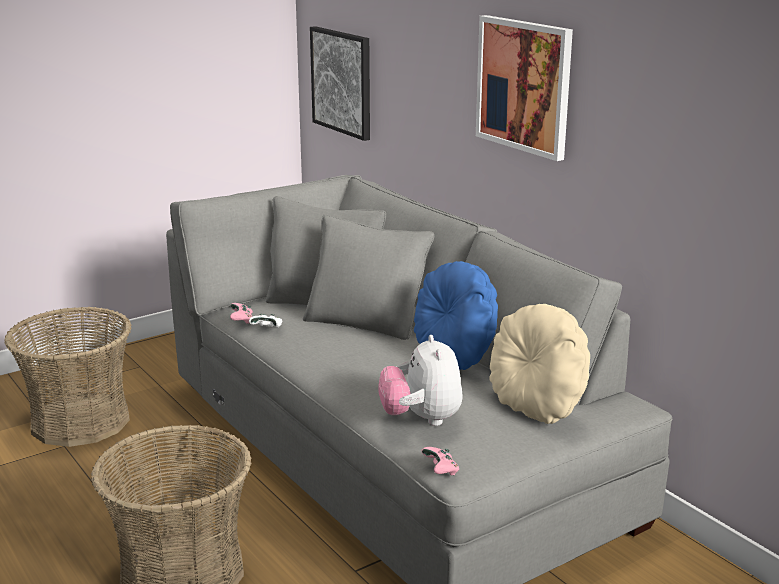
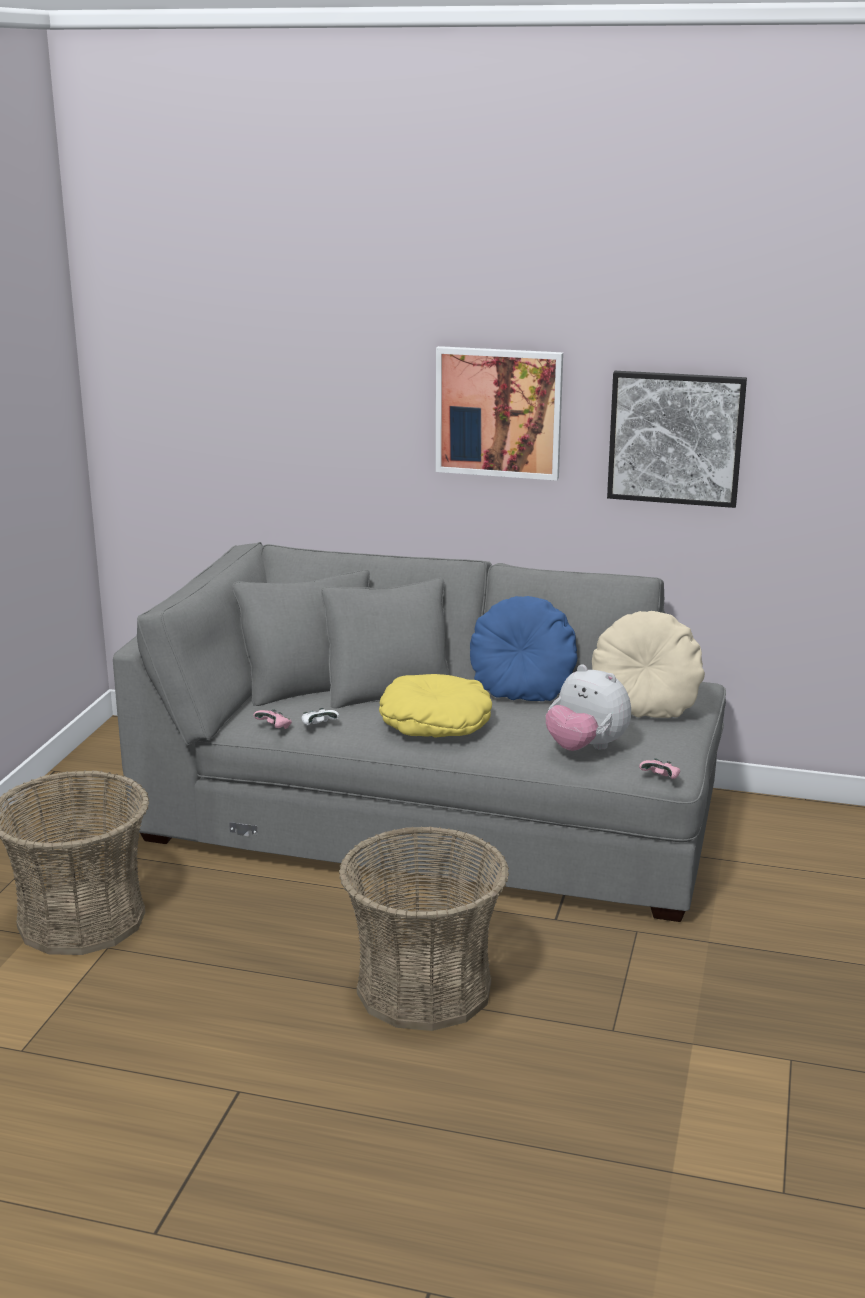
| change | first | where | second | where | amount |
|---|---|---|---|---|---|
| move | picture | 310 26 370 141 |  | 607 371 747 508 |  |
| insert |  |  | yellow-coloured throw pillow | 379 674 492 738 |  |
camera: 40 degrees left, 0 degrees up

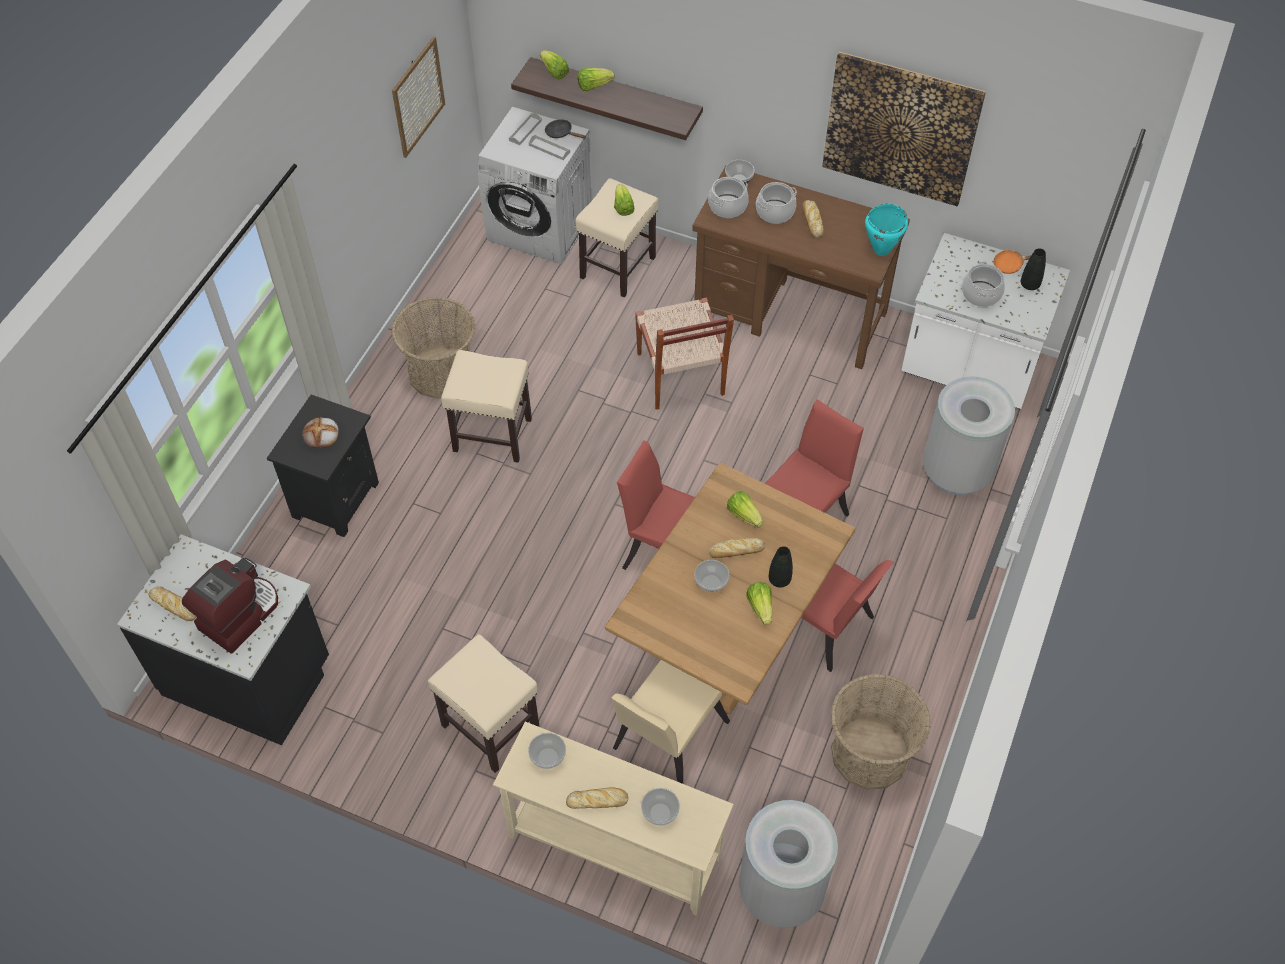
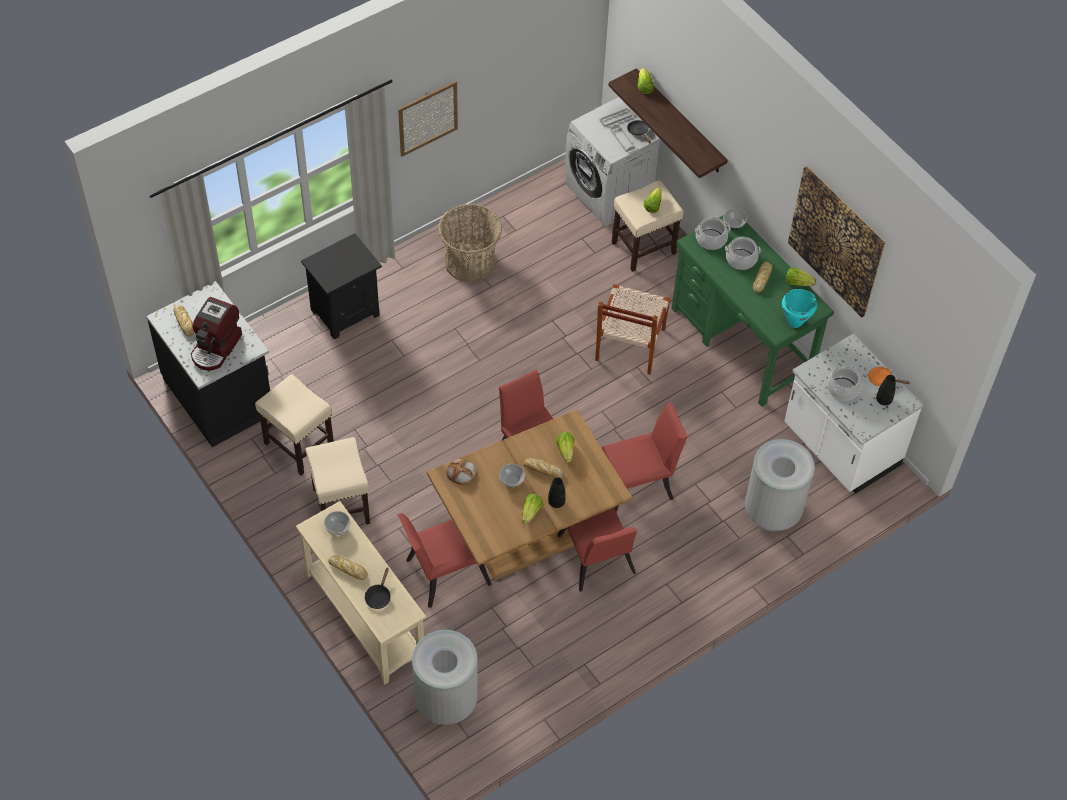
| change | first | where | second | where | amount |
|---|---|---|---|---|---|
| rotate | coffee machine | 182 558 278 654 |  | 191 297 242 371 | 135 degrees clockwise |
| move | baked bread | 302 417 339 448 |  | 446 459 476 485 |  |
| move | picture | 392 36 445 158 |  | 398 81 458 157 |  |
| move | beige stool seat | 441 350 532 463 |  | 255 374 334 476 |  |
| move | lettuce head | 578 68 615 91 |  | 786 267 816 286 |  |
| recolor | beige upright chair | 612 660 730 784 | red upright chair | 397 513 492 608 |  |
| replace | bowl | 641 788 680 826 | black skillet | 365 567 391 609 |  |
| recolor | brown-coloured desk table | 692 166 910 369 | greenish desk table | 672 216 834 407 |  |
| delete | storage basket | 831 674 931 790 |  |  |  |
camera: 30 degrees right, 0 degrees up

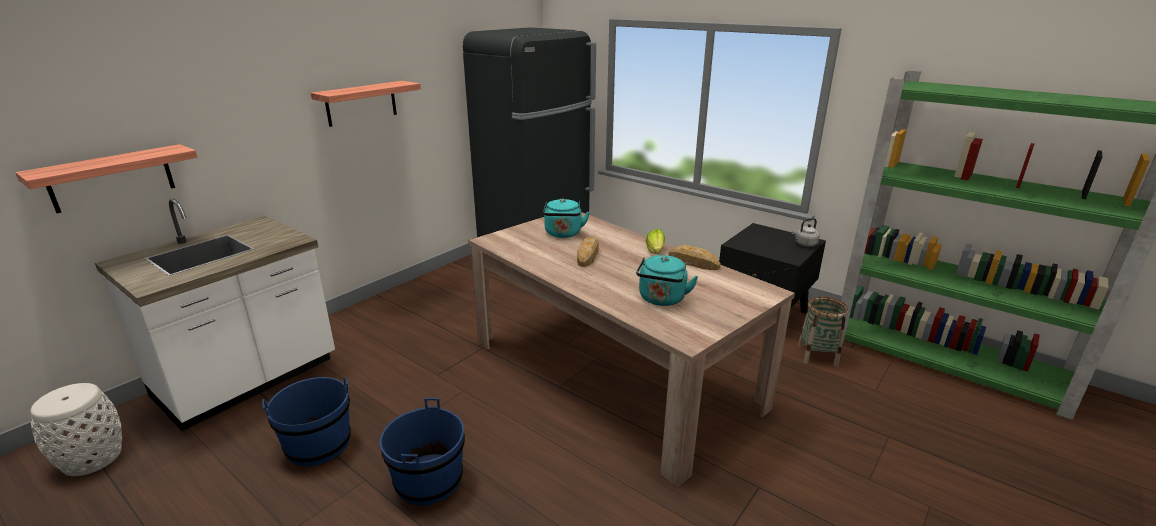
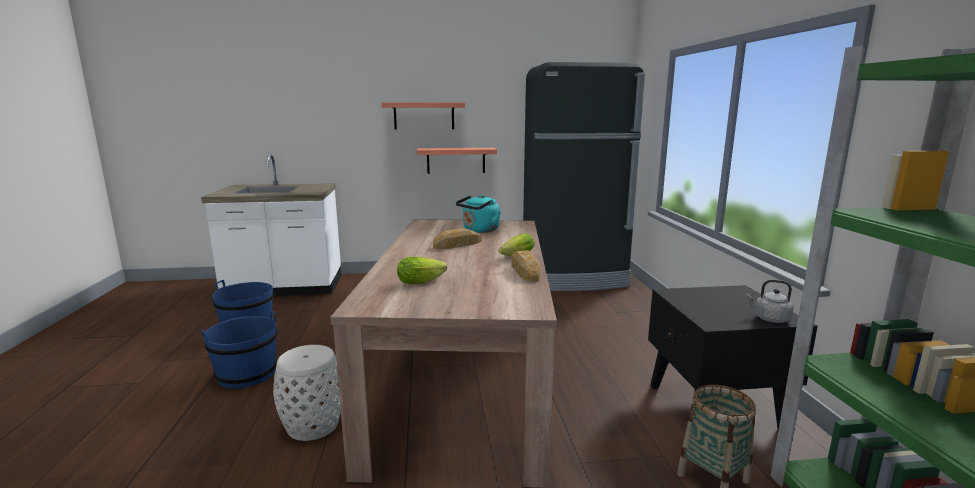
| change | first | where | second | where | amount |
|---|---|---|---|---|---|
| move | wall shelf | 15 144 198 213 |  | 417 148 497 174 |  |
| move | white-coloured stool seat | 30 383 122 476 |  | 273 345 341 441 |  |
| replace | turquoise tea kettle | 636 255 698 306 | lettuce head | 397 257 447 284 |  |
camera: 45 degrees right, 10 degrees down

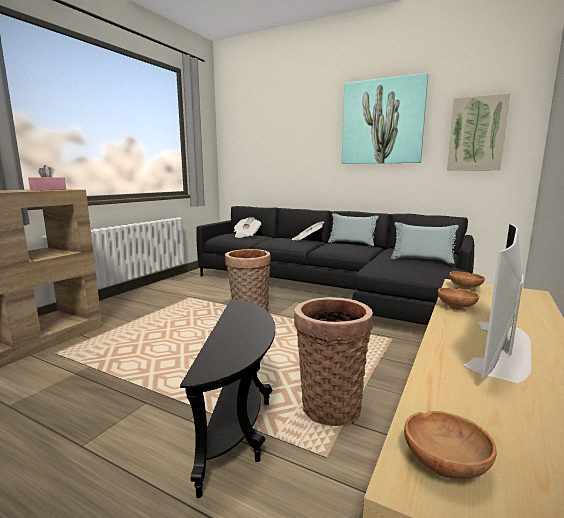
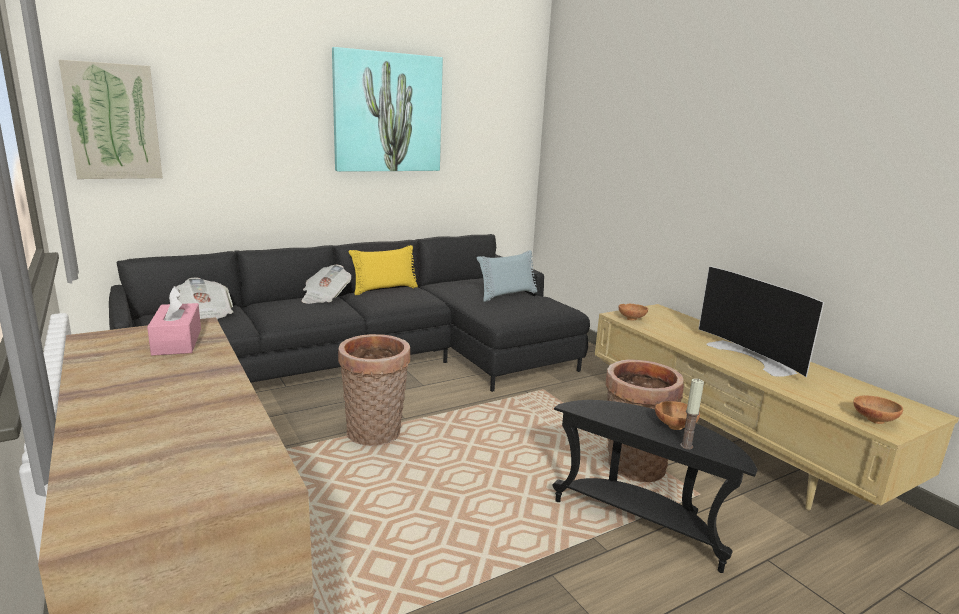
| change | first | where | second | where | amount |
|---|---|---|---|---|---|
| recolor | blue-coloured throw pillow | 328 213 379 246 | yellow-coloured throw pillow | 348 245 418 295 |  |
| move | brown-coloured bowl | 438 288 479 310 |  | 655 401 700 430 |  |
| move | picture | 447 93 510 171 |  | 59 60 163 179 |  |
| insert |  |  | wax candle | 680 379 704 449 |  |
camera: 60 degrees left, 5 degrees up

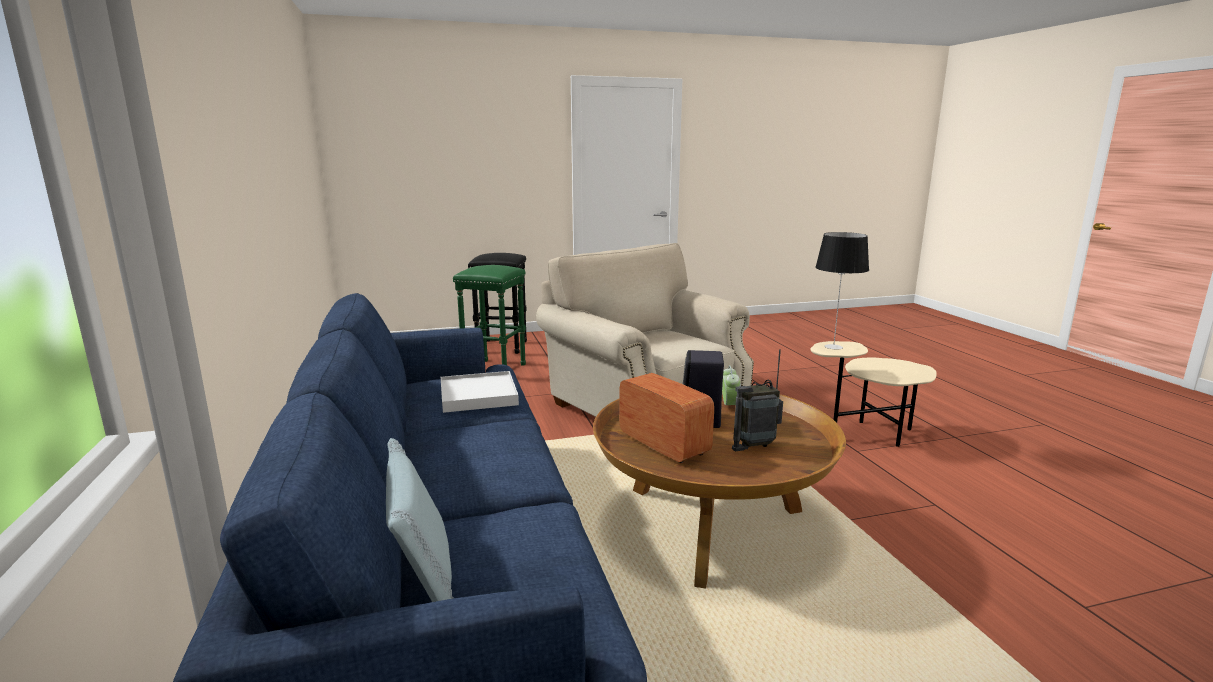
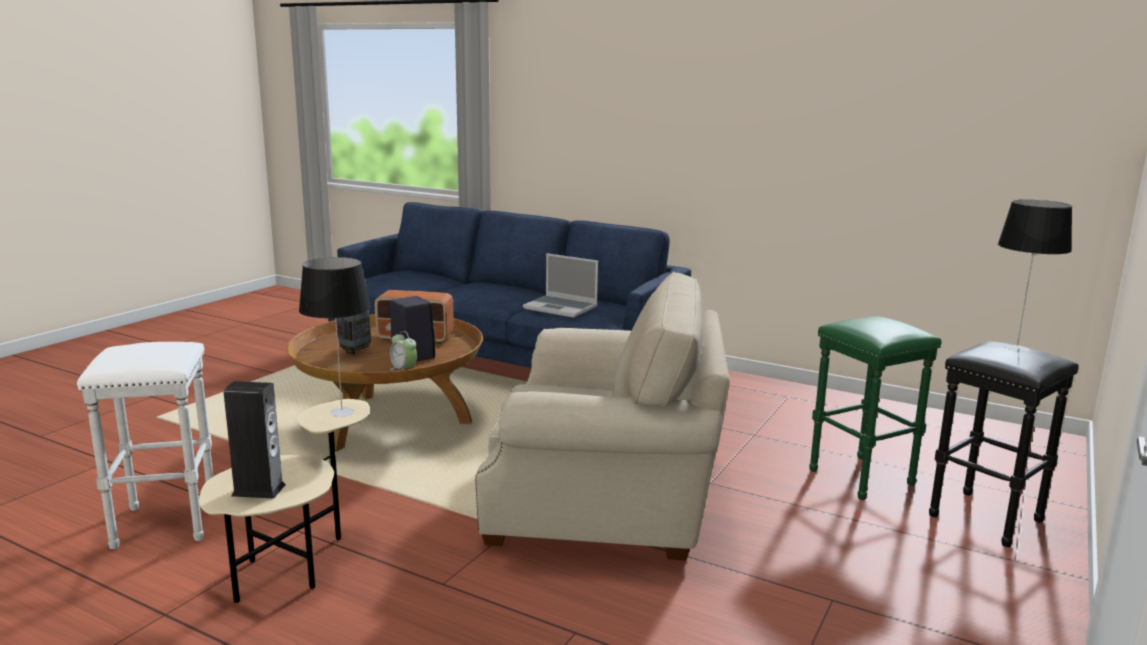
| change | first | where | second | where | amount |
|---|---|---|---|---|---|
| delete | blue-coloured throw pillow | 386 438 454 602 |  |  |  |
| replace | white-coloured serving tray | 441 371 519 413 | notebook computer | 523 253 598 318 |  |
| insert |  |  | white-coloured stool seat | 77 342 213 549 |  |
| insert |  |  | speaker | 224 381 286 499 |  |
| insert |  |  | tabletop lamp | 998 199 1072 352 |  |
camera: 135 degrees right, 0 degrees up

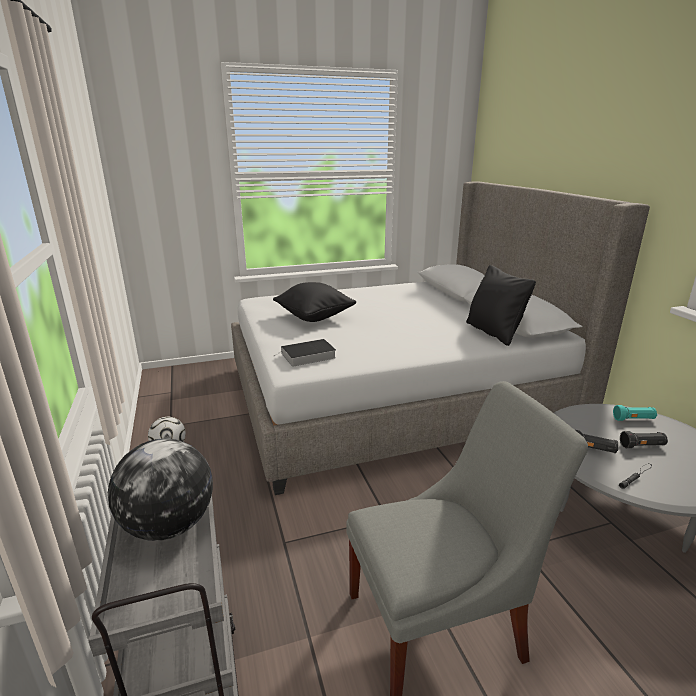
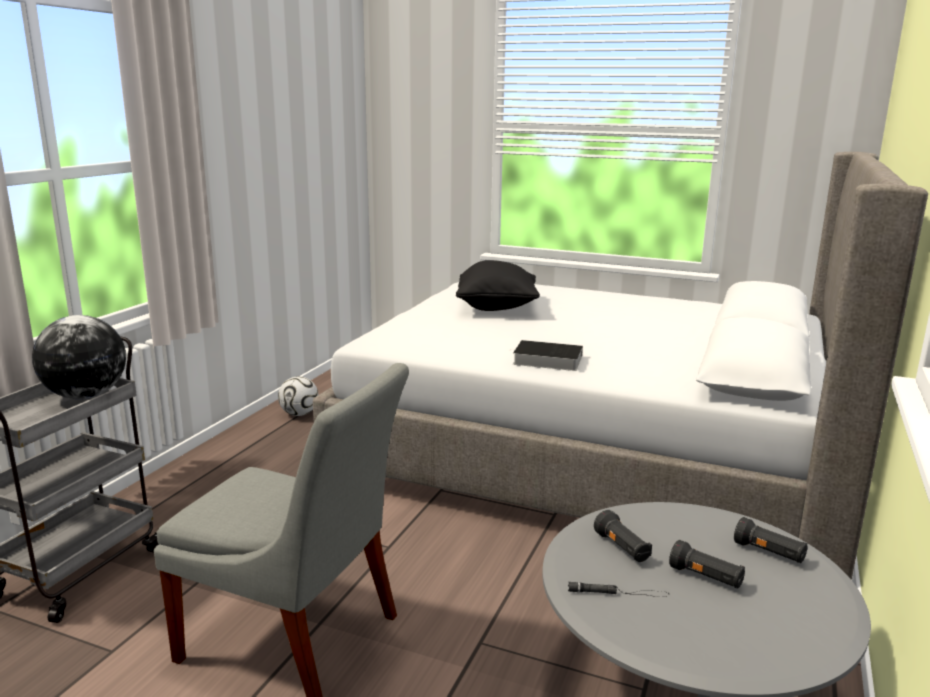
| change | first | where | second | where | amount |
|---|---|---|---|---|---|
| move | book | 274 339 336 367 |  | 513 340 583 371 |  |
| delete | black throw pillow | 466 265 536 346 |  |  |  |
| recolor | turquoise torch | 613 405 657 421 | black torch | 734 517 807 563 |  |
camera: 40 degrees right, 5 degrees down

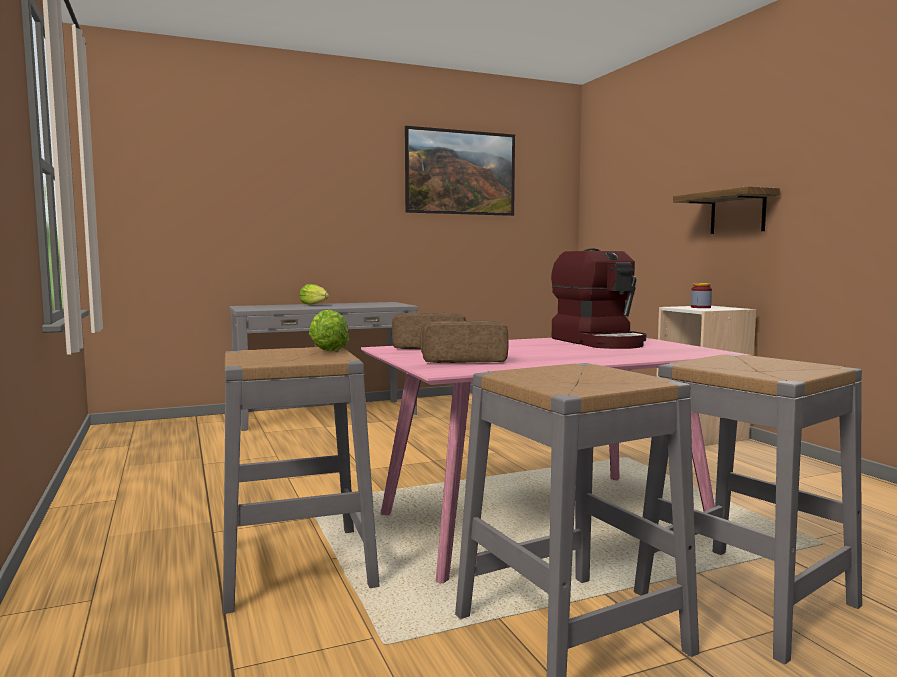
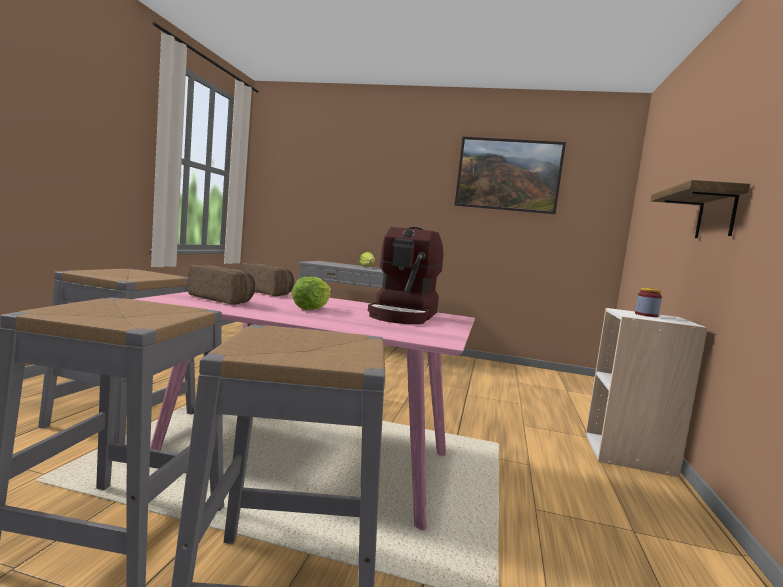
| change | first | where | second | where | amount |
|---|---|---|---|---|---|
| move | lettuce head | 309 310 349 351 |  | 291 277 331 310 |  |
camera: 35 degrees right, 0 degrees up

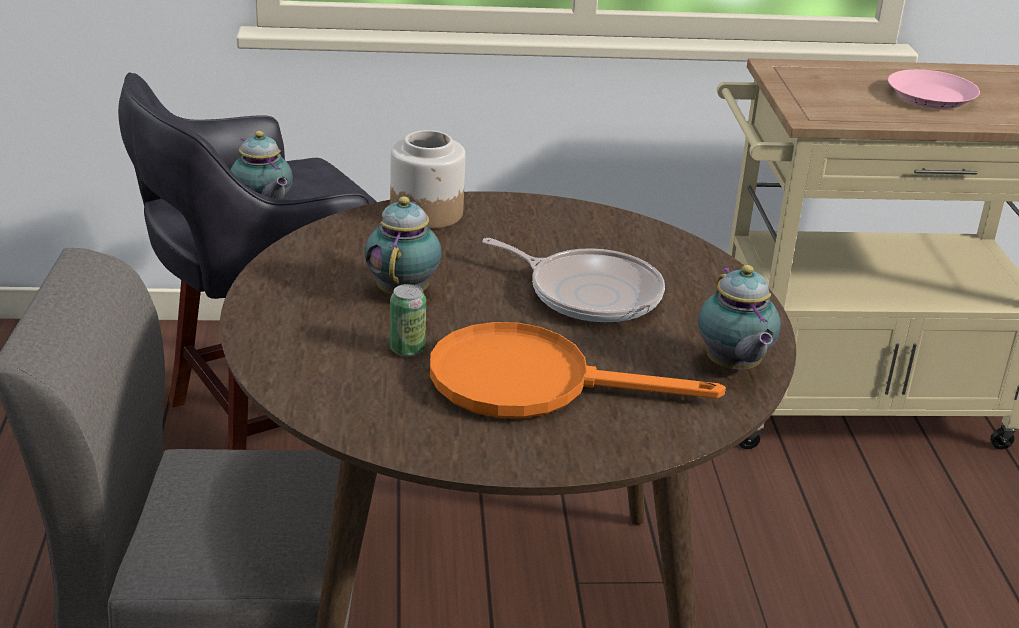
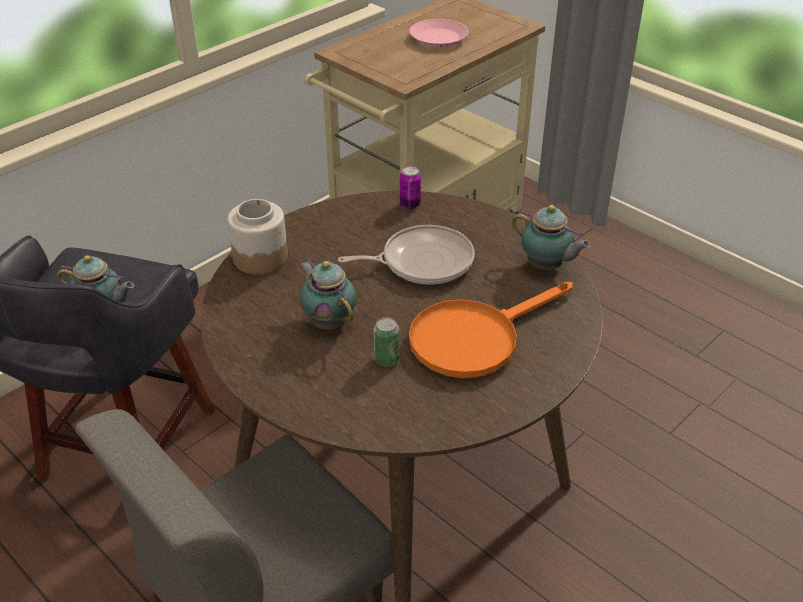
| change | first | where | second | where | amount |
|---|---|---|---|---|---|
| insert |  |  | metal can | 400 166 421 209 |  |
camera: 40 degrees left, 10 degrees up

